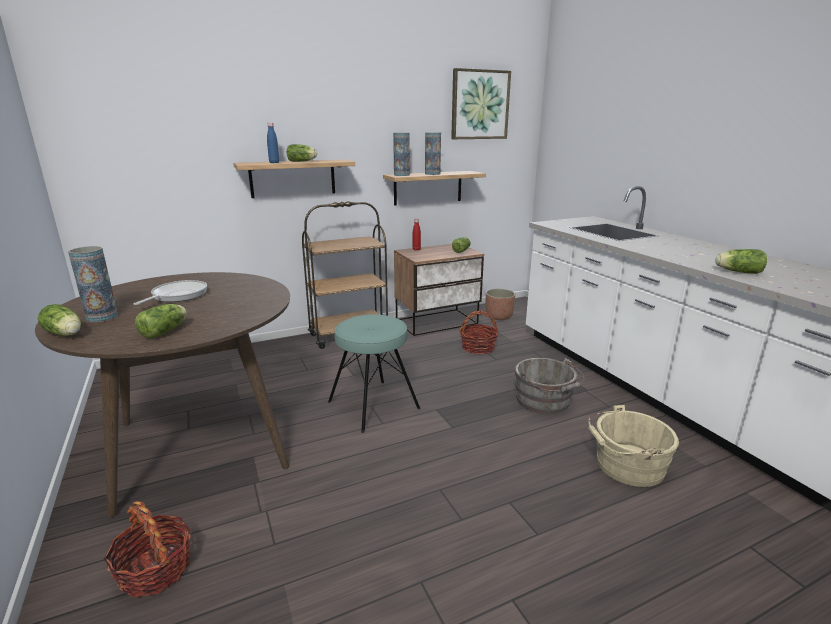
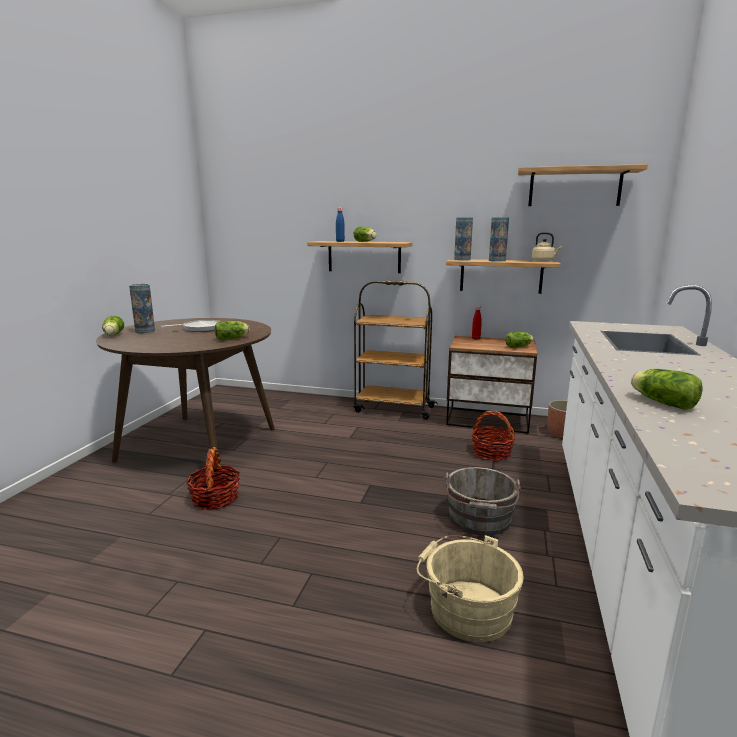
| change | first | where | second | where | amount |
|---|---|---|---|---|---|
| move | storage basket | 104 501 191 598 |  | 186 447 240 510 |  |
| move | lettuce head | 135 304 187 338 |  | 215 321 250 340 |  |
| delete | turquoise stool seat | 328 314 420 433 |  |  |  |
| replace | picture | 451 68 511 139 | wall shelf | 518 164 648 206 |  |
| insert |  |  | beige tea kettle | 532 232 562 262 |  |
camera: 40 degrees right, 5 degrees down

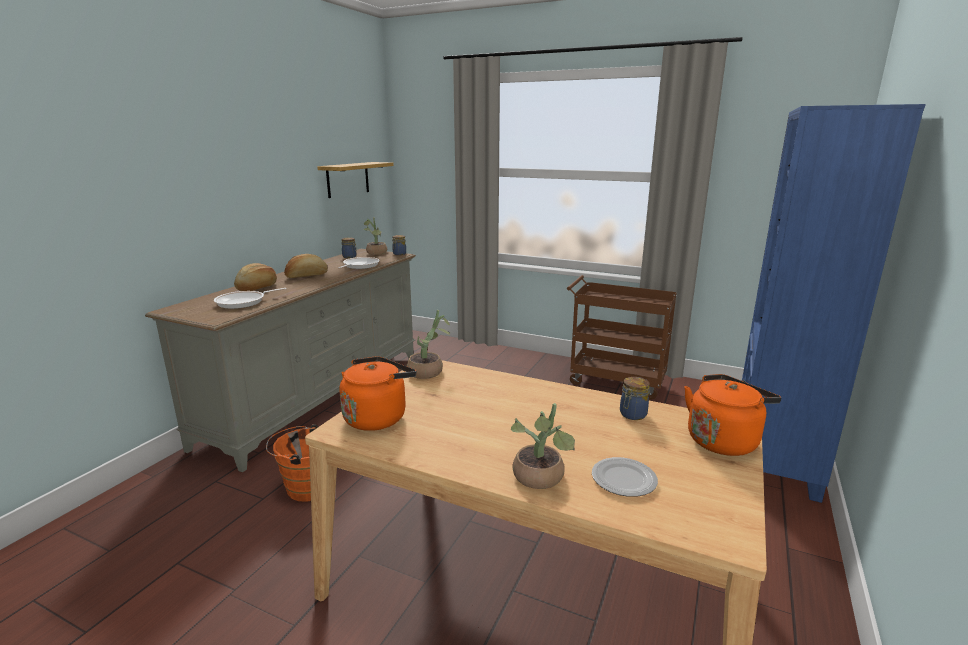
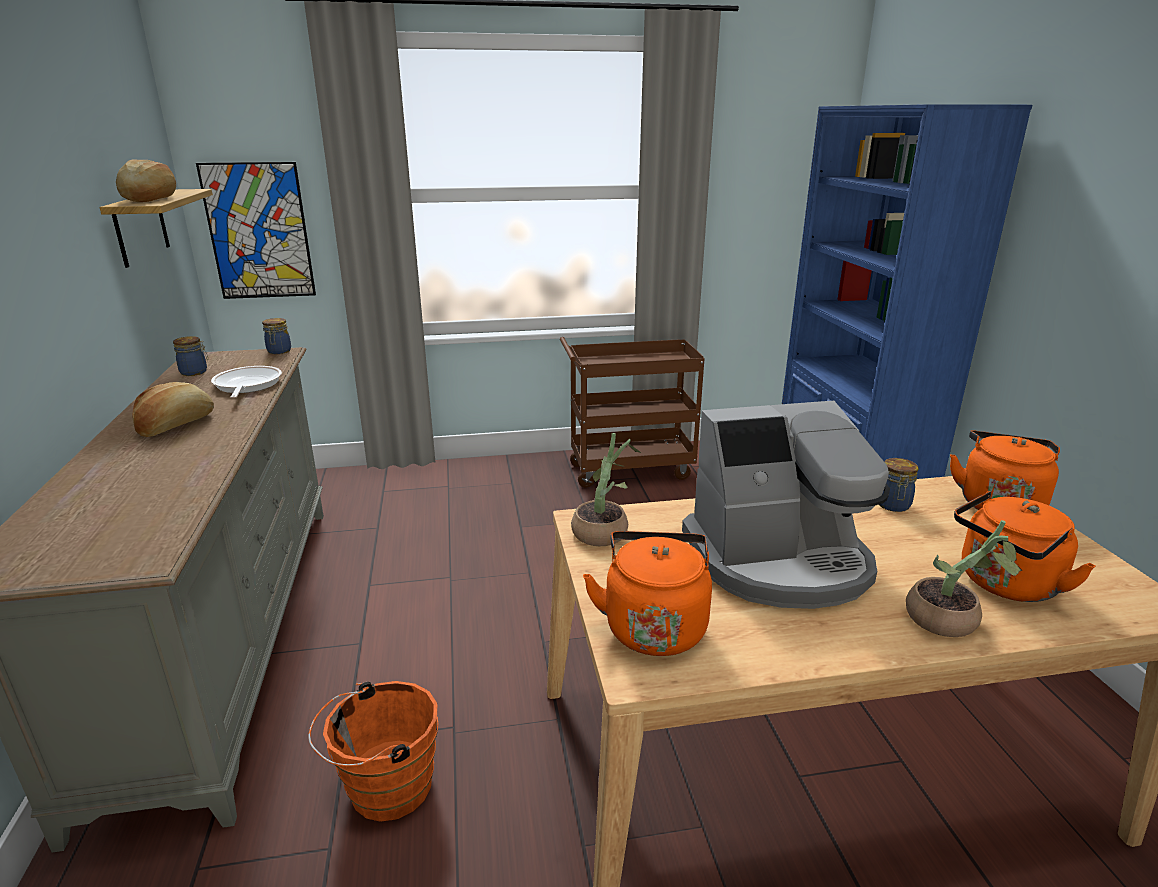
| change | first | where | second | where | amount |
|---|---|---|---|---|---|
| delete | skillet | 214 288 287 309 |  |  |  |
| move | baked bread | 234 263 277 291 |  | 116 159 176 202 |  |
| delete | plant in a pot | 364 217 387 255 |  |  |  |
| replace | flat dish | 592 457 658 497 | orange-coloured tea kettle | 954 491 1096 602 |  |
| insert |  |  | picture | 196 162 316 299 |  |
| insert |  |  | coffee machine | 682 401 890 609 |  |
camera: 35 degrees left, 5 degrees up

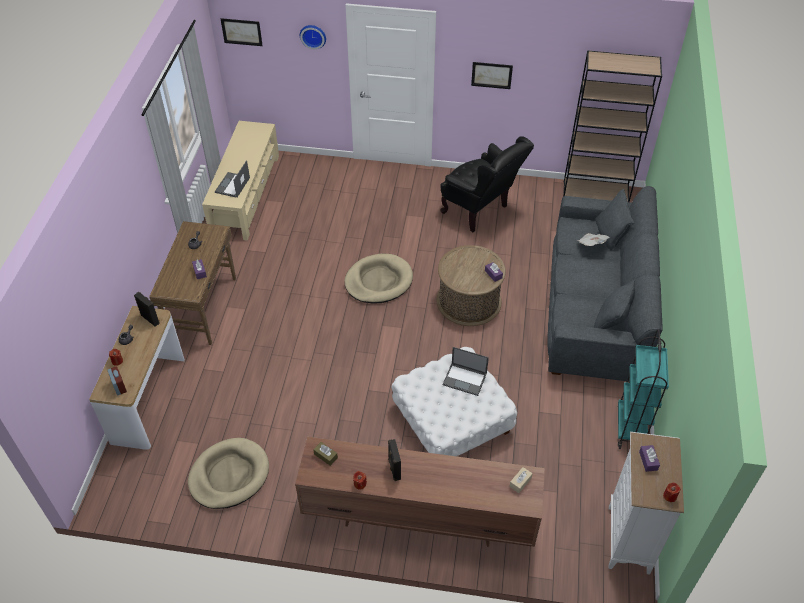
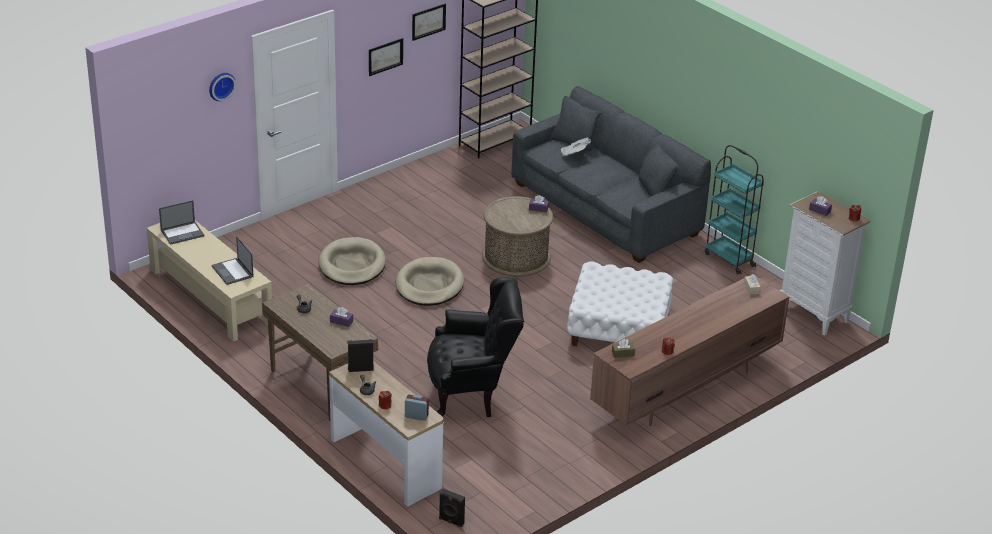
| change | first | where | second | where | amount |
|---|---|---|---|---|---|
| move | beige pet bed | 188 438 269 509 |  | 319 237 386 285 |  |
| move | picture | 221 18 263 46 |  | 412 3 446 41 |  |
| move | black speaker | 388 439 401 481 |  | 439 489 465 528 |  |
| move | black lounge chair | 440 136 534 232 |  | 427 277 524 417 |  |
| move | notebook computer | 443 347 489 396 |  | 159 200 204 245 |  |
camera: 50 degrees left, 15 degrees down

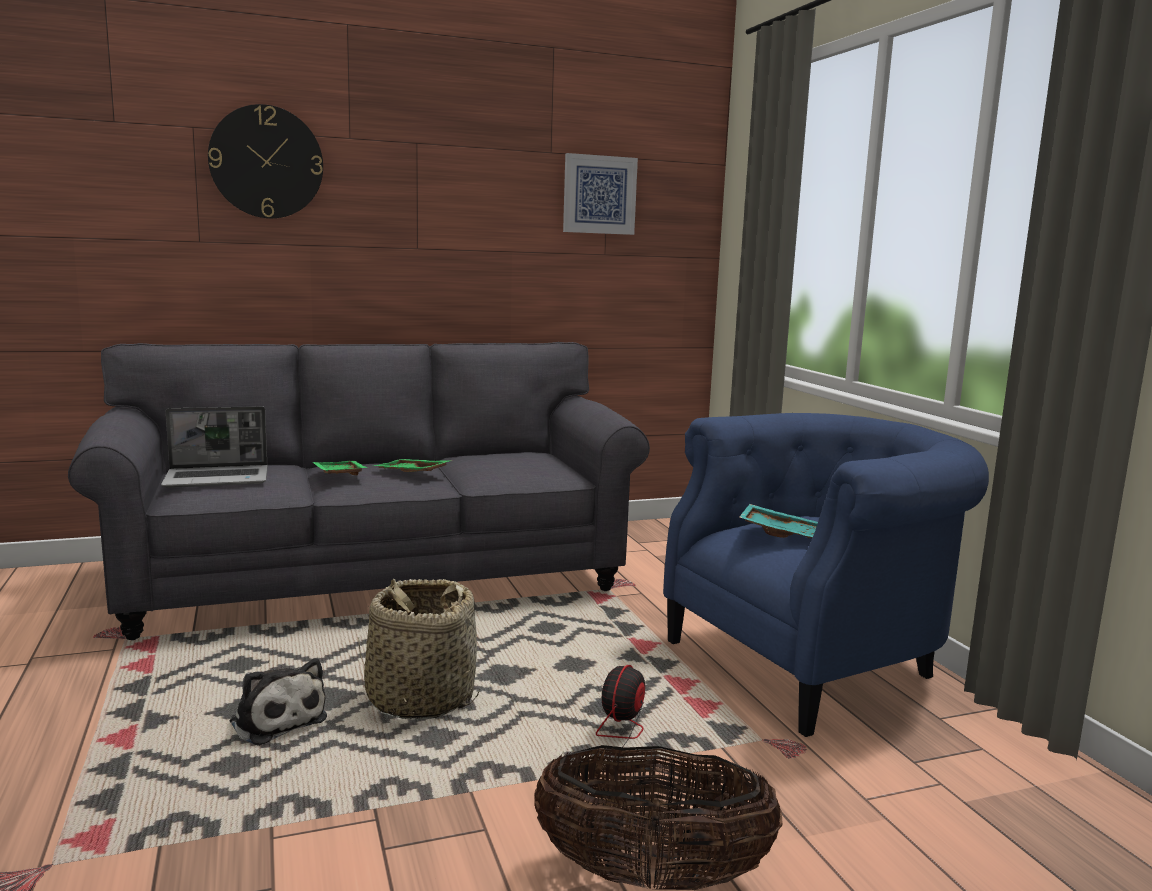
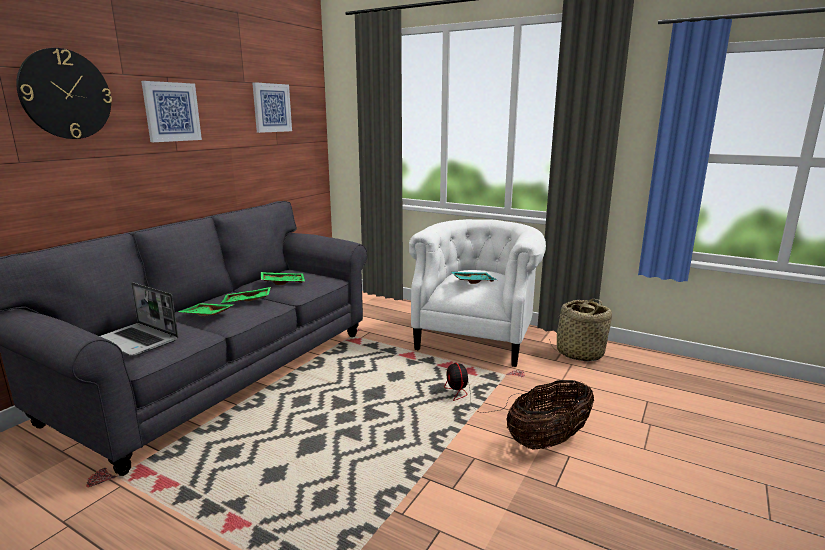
| change | first | where | second | where | amount |
|---|---|---|---|---|---|
| rotate | notebook computer | 161 406 268 488 |  | 100 282 178 356 | 90 degrees clockwise |
| delete | cuddly toy | 230 658 327 746 |  |  |  |
| move | storage basket | 358 579 480 719 |  | 549 299 612 362 |  |
| recolor | blue-coloured lounge chair | 663 413 989 737 | white-coloured lounge chair | 409 219 546 367 |  |
| insert |  |  | picture | 141 81 202 142 |  |
| insert |  |  | greenish serving tray | 261 272 305 285 |  |
camera: 40 degrees left, 5 degrees up

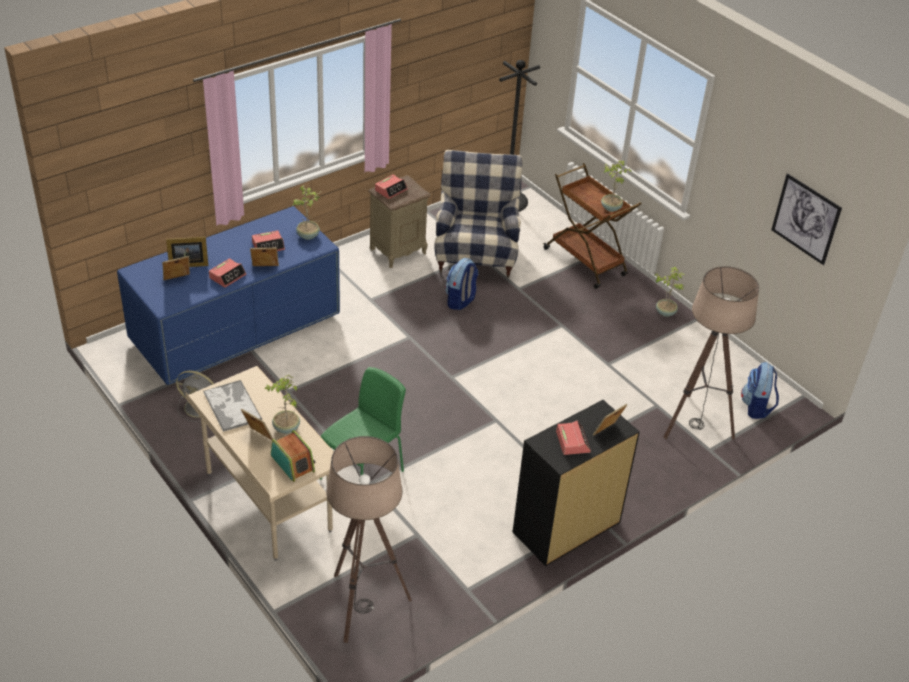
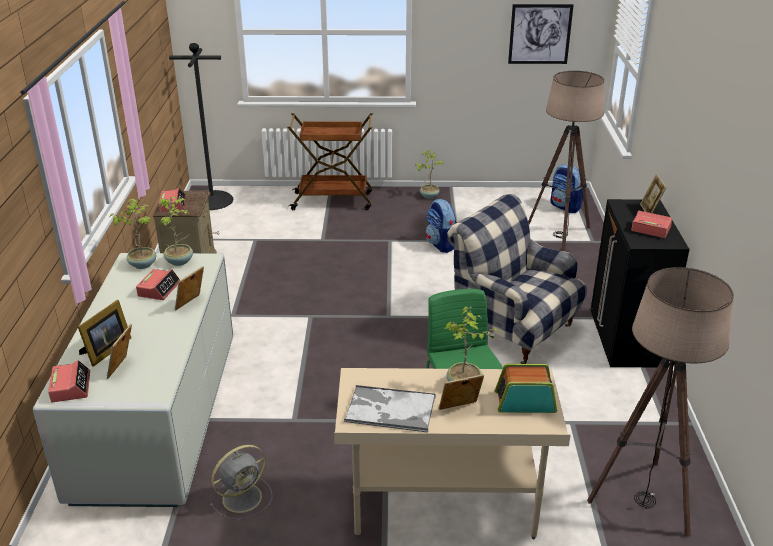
| change | first | where | second | where | amount |
|---|---|---|---|---|---|
| recolor | blue-coloured dresser | 117 206 340 385 | white-coloured dresser | 33 253 233 507 |  |
| move | bedside clock | 209 258 246 288 |  | 48 360 90 402 |  |
| move | lounge chair | 435 150 523 278 |  | 447 194 587 364 |  |
| move | rucksack | 445 258 478 310 |  | 425 199 457 253 |  |
| move | plant in a pot | 601 161 631 212 |  | 109 199 156 269 |  |
camera: 50 degrees left, 10 degrees down

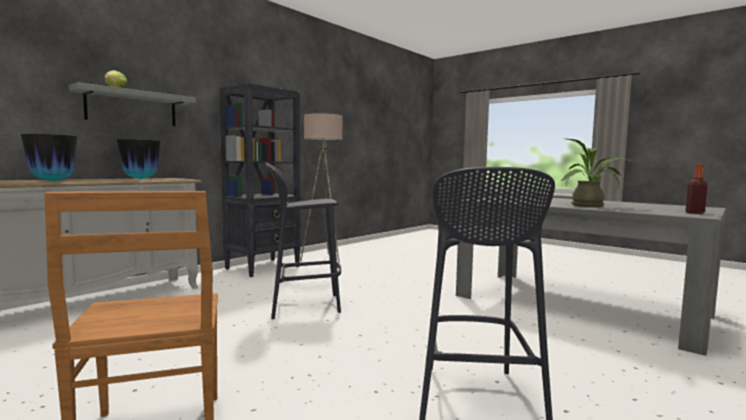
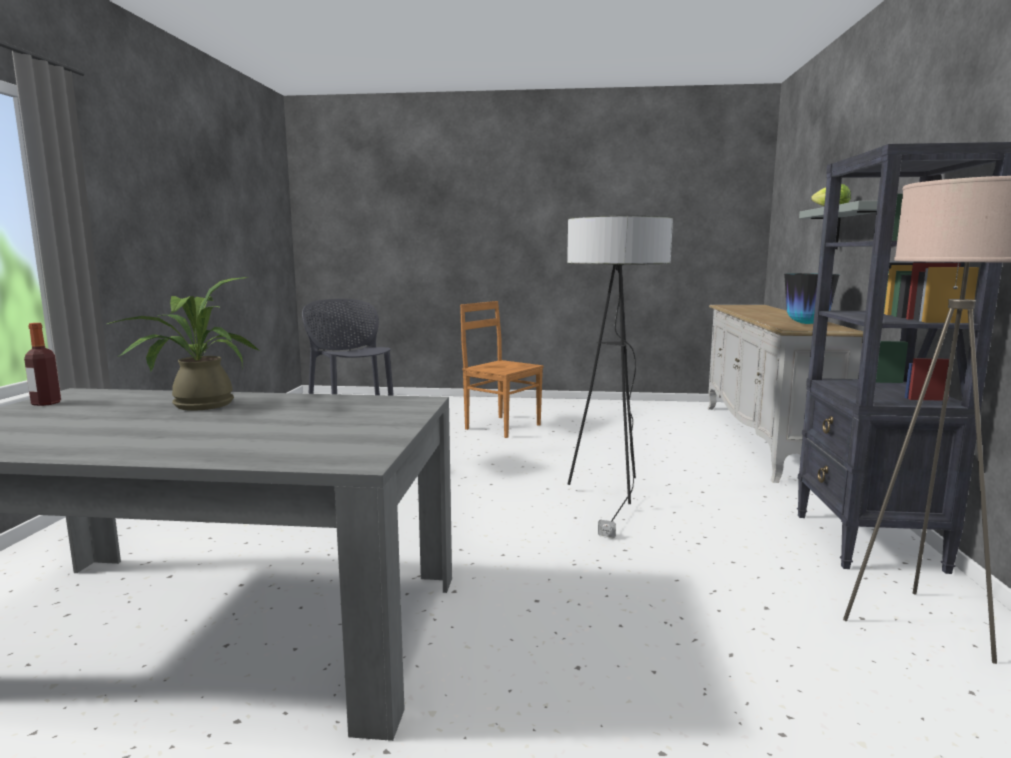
| change | first | where | second | where | amount |
|---|---|---|---|---|---|
| delete | flower vase | 21 134 78 181 |  |  |  |
| replace | greyish stool seat | 265 163 341 319 | standing lamp | 567 216 673 538 |  |
camera: 145 degrees right, 5 degrees up

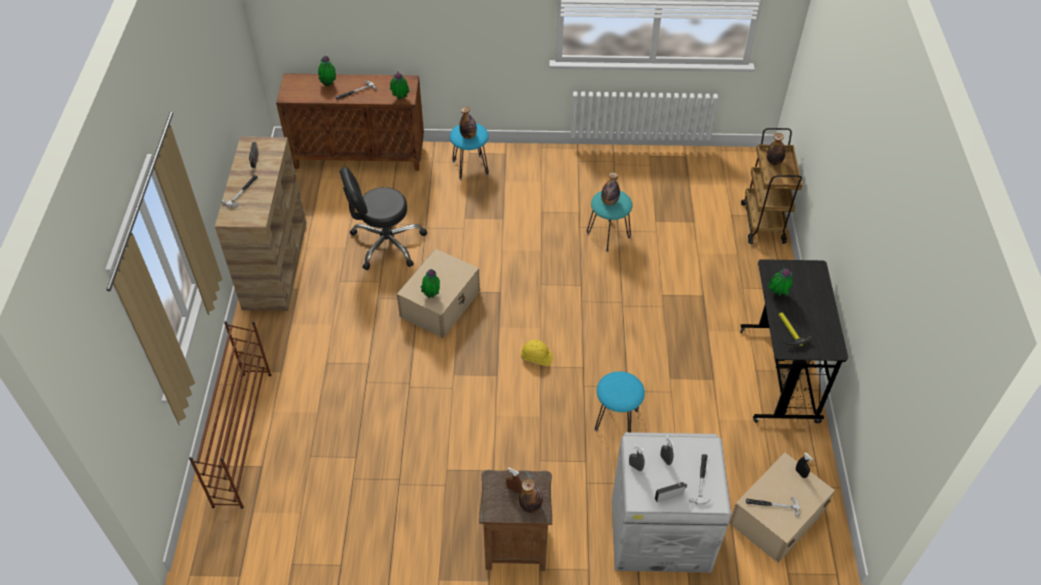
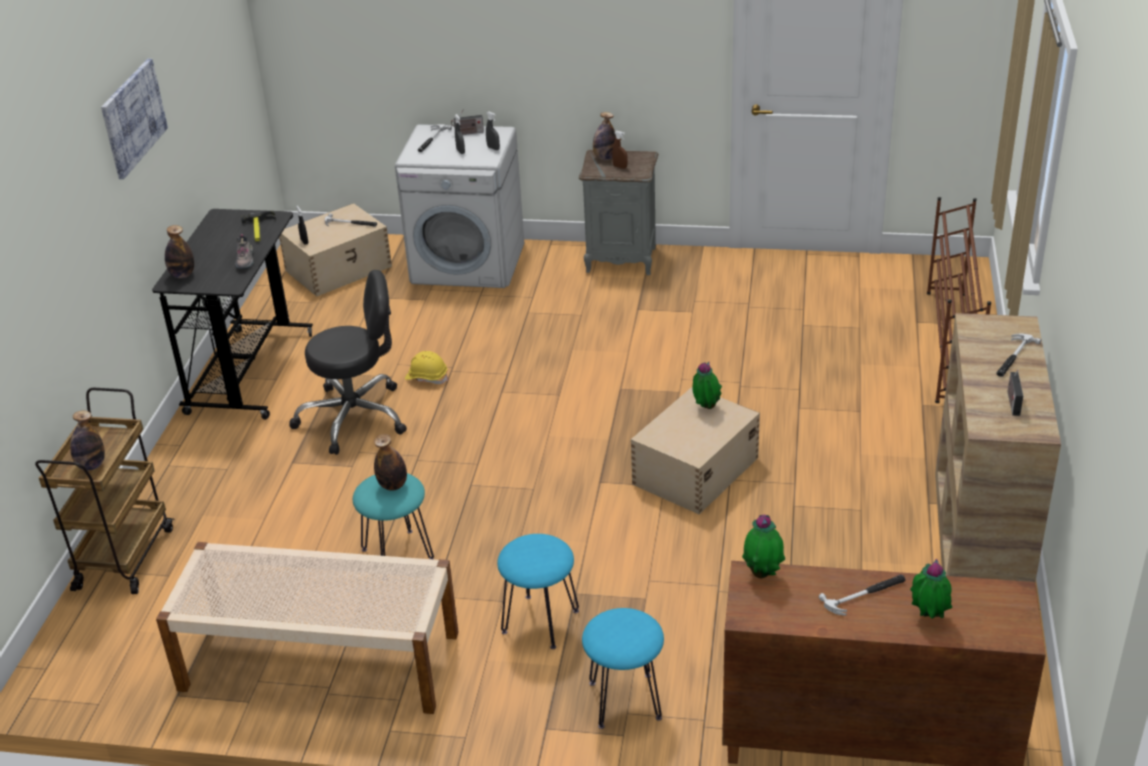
| change | first | where | second | where | amount |
|---|---|---|---|---|---|
| move | black office chair | 340 167 427 270 |  | 290 270 407 455 |  |
| move | bottle | 459 107 477 139 |  | 165 225 194 278 |  |
| move | yellow-coloured safety helmet | 520 340 553 366 |  | 405 351 448 384 |  |
| move | turquoise stool seat | 595 371 645 432 |  | 497 534 579 649 |  |
| replace | plant in a pot | 768 267 793 297 | low shoe | 236 234 254 269 |  |
| insert |  |  | picture | 101 59 168 179 |  |
| insert |  |  | beige indoor bench | 156 542 459 714 |  |
camera: 170 degrees left, 15 degrees down

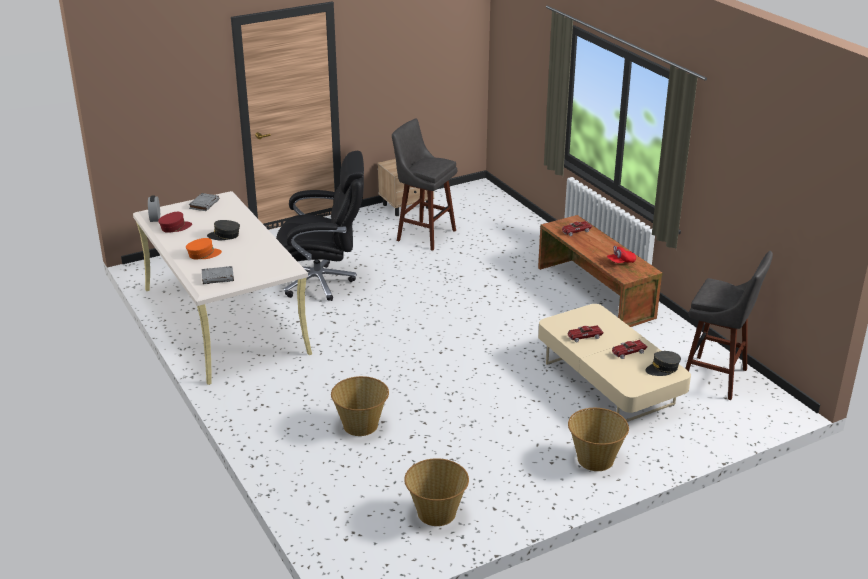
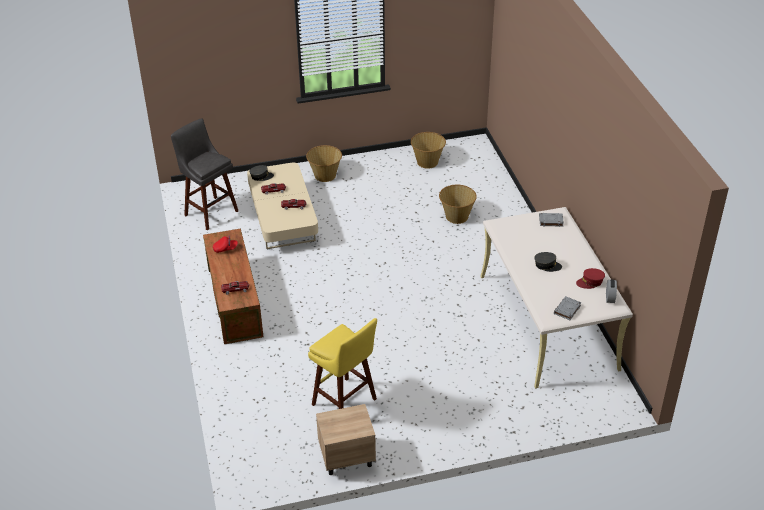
| change | first | where | second | where | amount |
|---|---|---|---|---|---|
| delete | orange-coloured baseball cap | 186 238 222 259 |  |  |  |
| delete | black office chair | 276 151 364 301 |  |  |  |
| recolor | greyish stool seat | 392 119 457 251 | yellow-coloured stool seat | 308 318 377 409 |  |
camera: 165 degrees left, 10 degrees up

